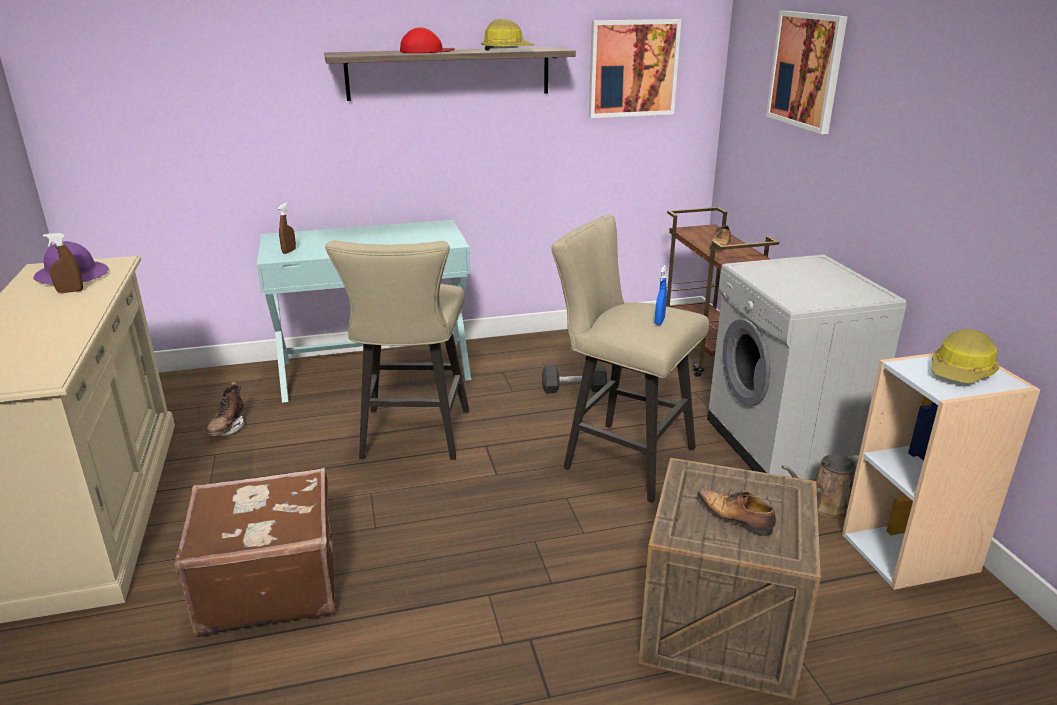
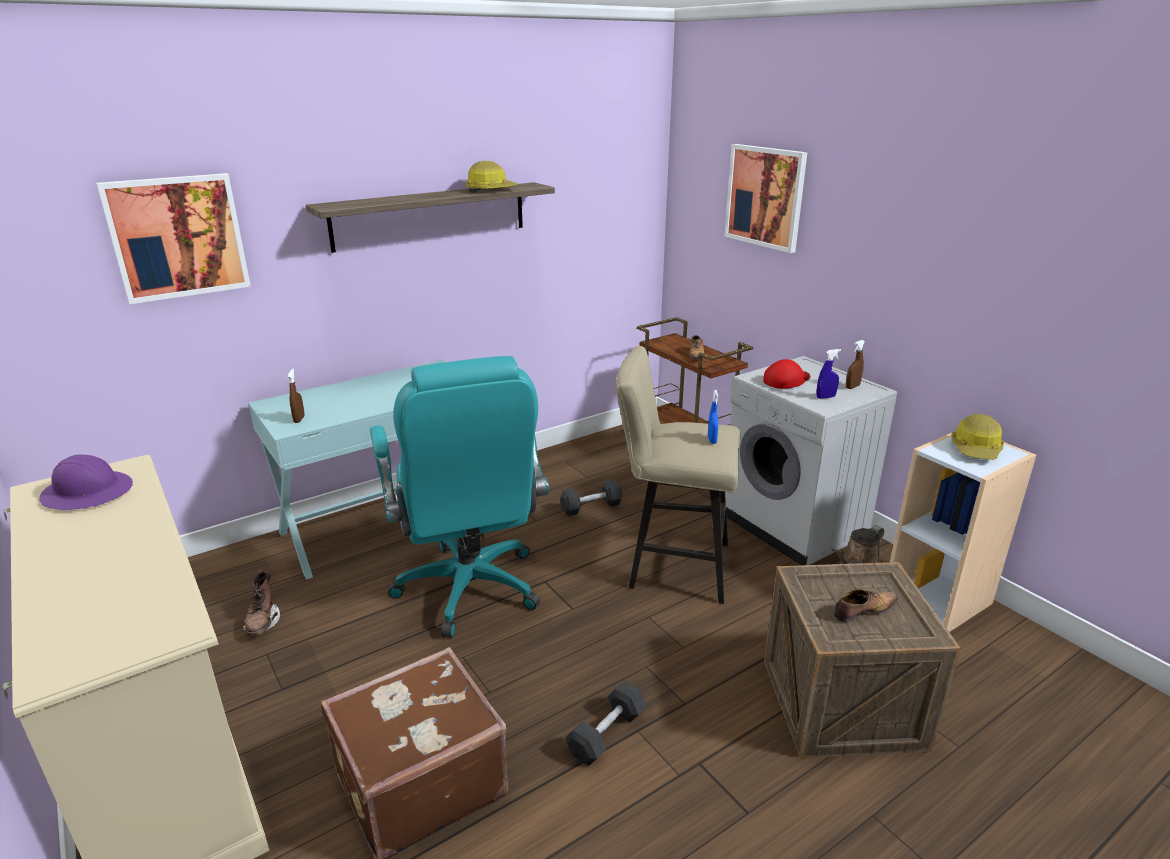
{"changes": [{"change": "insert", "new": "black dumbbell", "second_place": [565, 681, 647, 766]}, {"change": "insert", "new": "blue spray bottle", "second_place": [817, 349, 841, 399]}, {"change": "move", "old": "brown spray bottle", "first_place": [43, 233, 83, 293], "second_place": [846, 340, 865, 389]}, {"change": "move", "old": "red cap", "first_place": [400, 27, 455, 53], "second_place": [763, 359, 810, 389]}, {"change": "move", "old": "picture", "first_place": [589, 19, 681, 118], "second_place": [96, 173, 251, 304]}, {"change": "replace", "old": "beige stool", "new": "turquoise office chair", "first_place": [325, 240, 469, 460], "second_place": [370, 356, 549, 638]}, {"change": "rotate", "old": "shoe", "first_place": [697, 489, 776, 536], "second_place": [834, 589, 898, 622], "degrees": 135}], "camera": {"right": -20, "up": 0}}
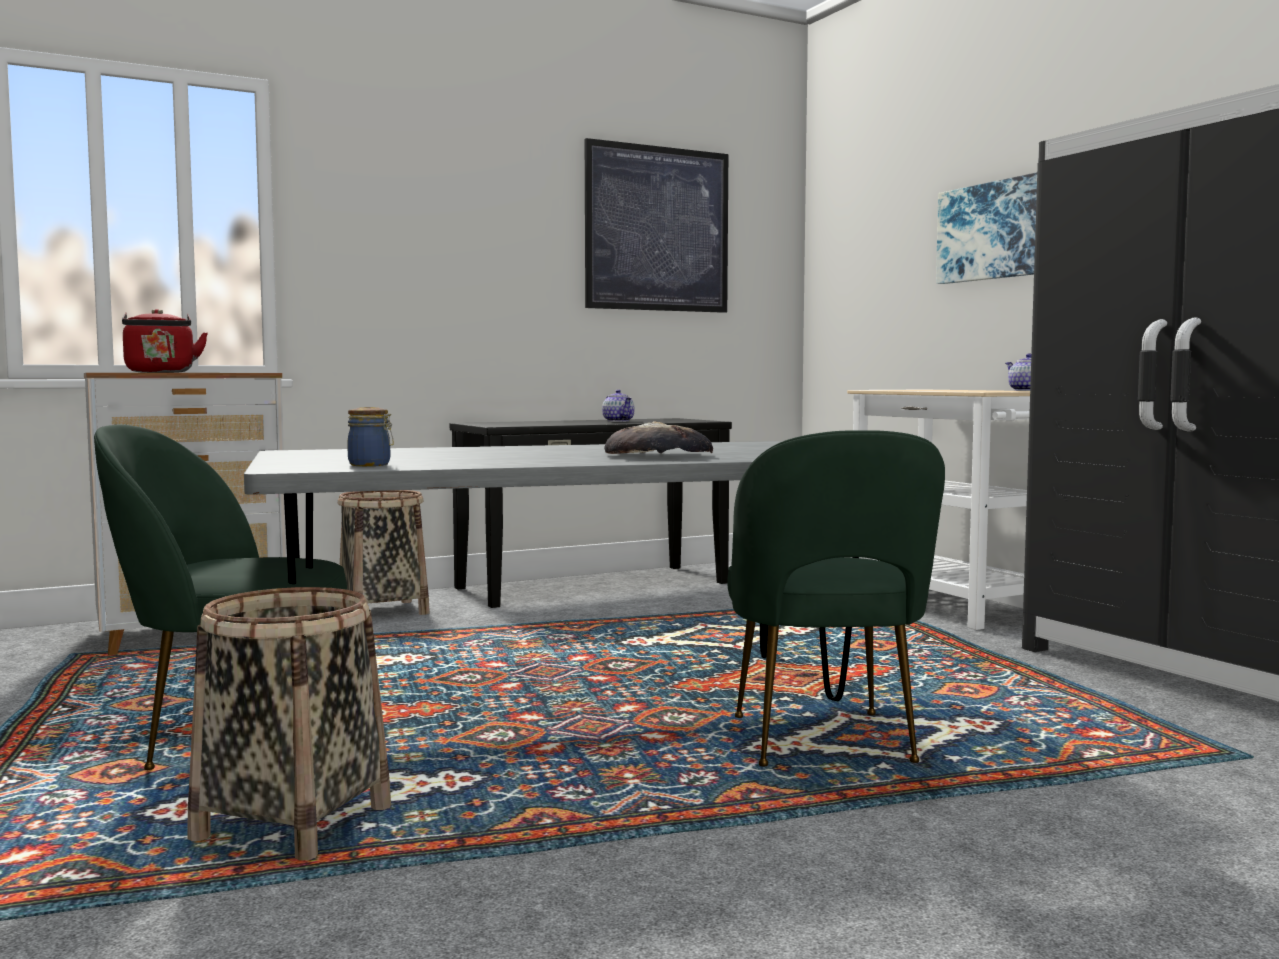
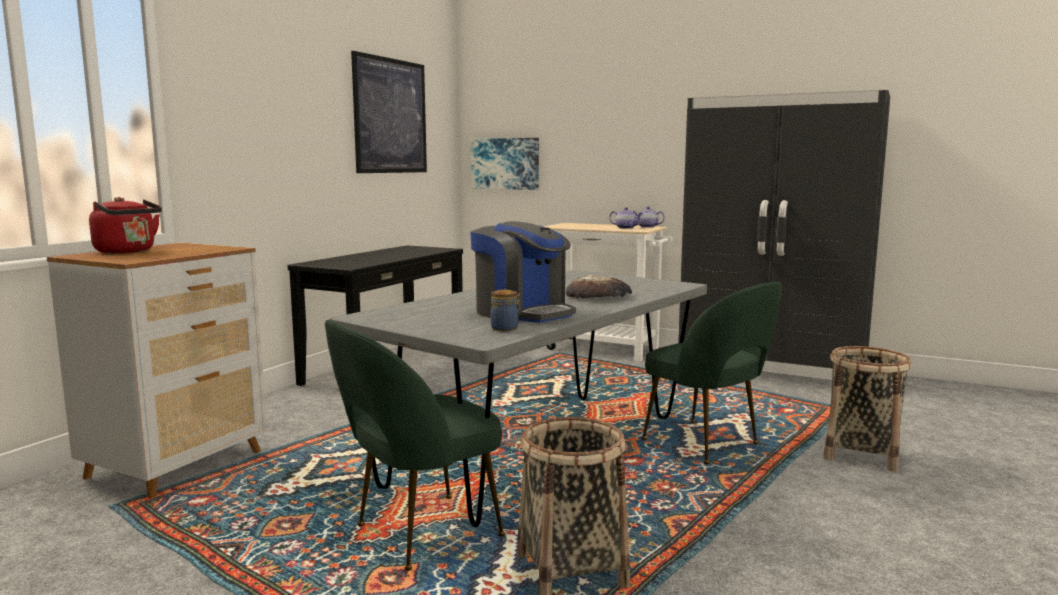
{"changes": [{"change": "insert", "new": "coffee machine", "second_place": [470, 221, 576, 322]}, {"change": "move", "old": "basket", "first_place": [338, 490, 430, 615], "second_place": [823, 346, 911, 471]}, {"change": "move", "old": "teapot", "first_place": [602, 390, 635, 422], "second_place": [609, 207, 643, 229]}, {"change": "move", "old": "picture", "first_place": [936, 172, 1037, 284], "second_place": [471, 138, 539, 190]}], "camera": {"right": -35, "up": 5}}
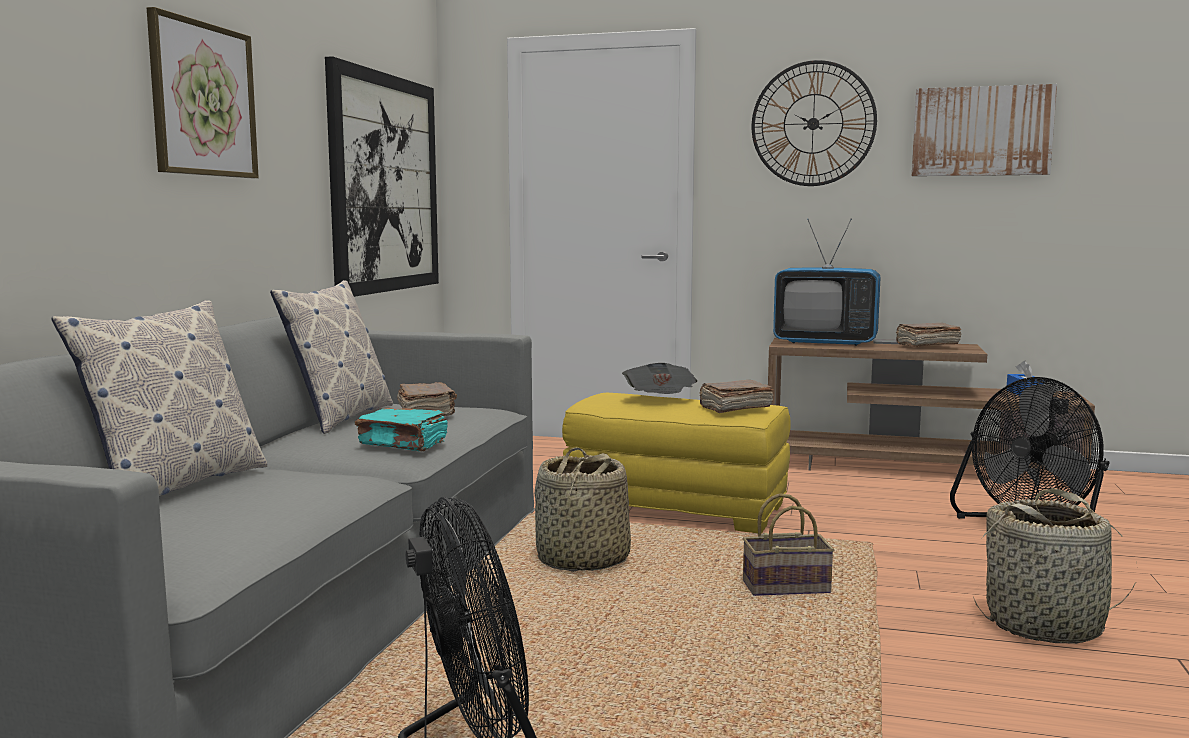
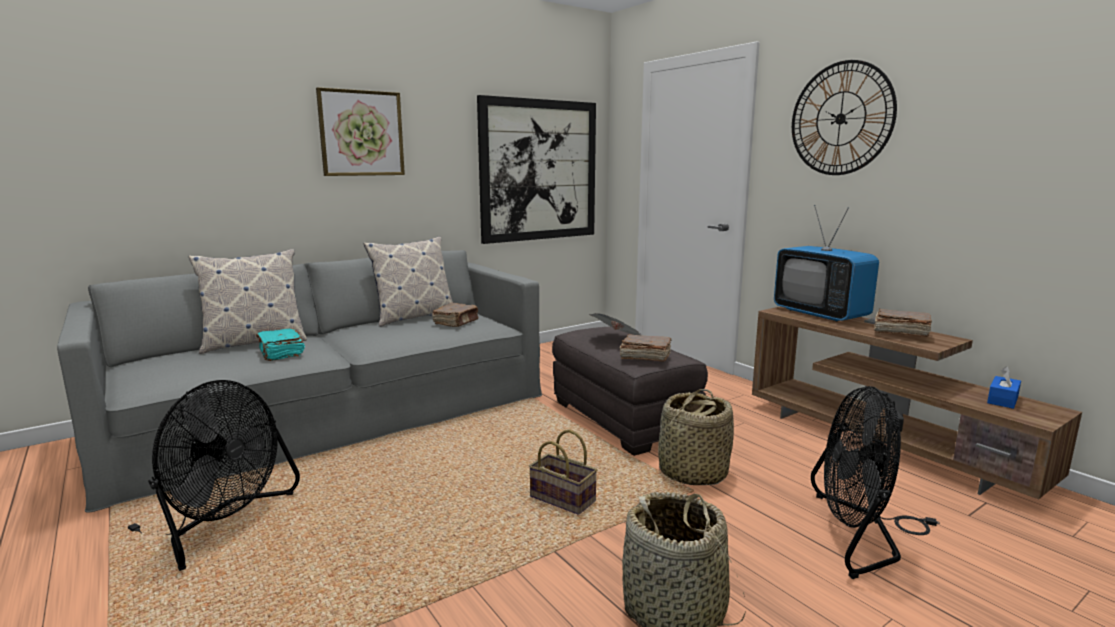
{"changes": [{"change": "delete", "old": "picture", "first_place": [912, 84, 1057, 176]}, {"change": "move", "old": "turquoise book", "first_place": [355, 408, 448, 451], "second_place": [256, 328, 305, 361]}, {"change": "move", "old": "basket", "first_place": [534, 448, 631, 572], "second_place": [658, 389, 734, 485]}, {"change": "recolor", "old": "yellow ottoman", "new": "grey ottoman", "first_place": [562, 393, 791, 533], "second_place": [552, 327, 708, 456]}], "camera": {"right": 40, "up": 5}}
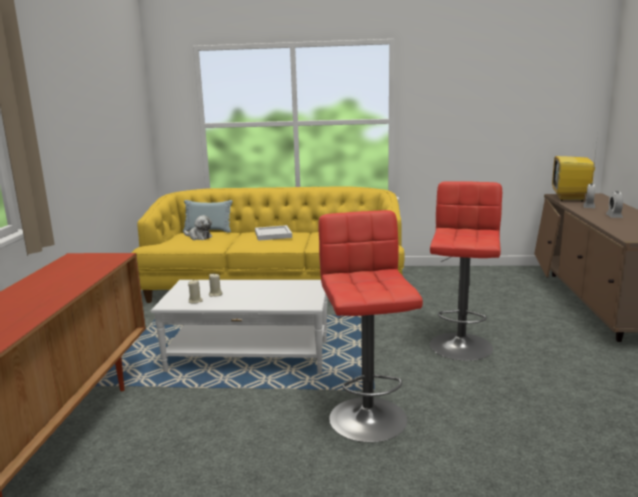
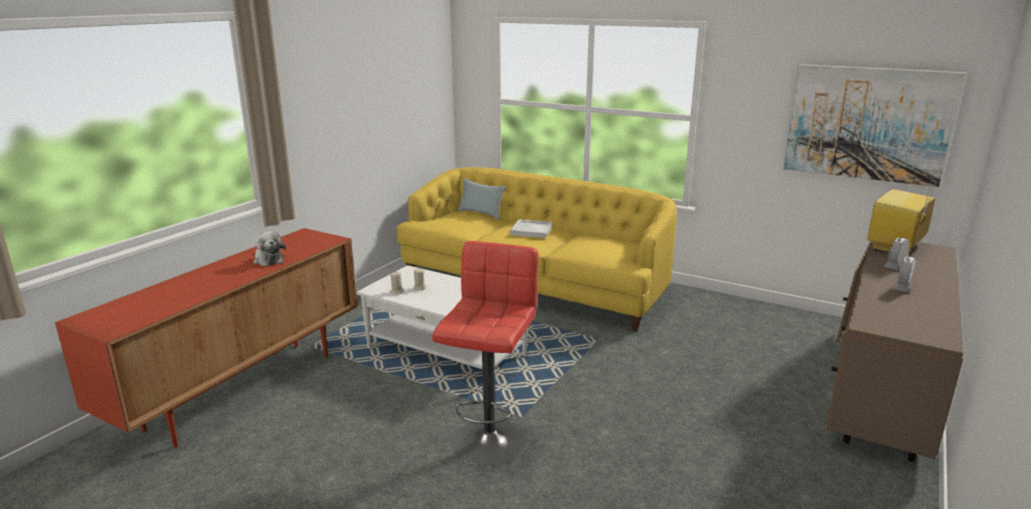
{"changes": [{"change": "delete", "old": "red stool", "first_place": [430, 181, 502, 361]}, {"change": "insert", "new": "picture", "second_place": [783, 64, 965, 187]}, {"change": "move", "old": "plush toy", "first_place": [184, 215, 212, 240], "second_place": [254, 231, 286, 266]}], "camera": {"right": 25, "up": 5}}
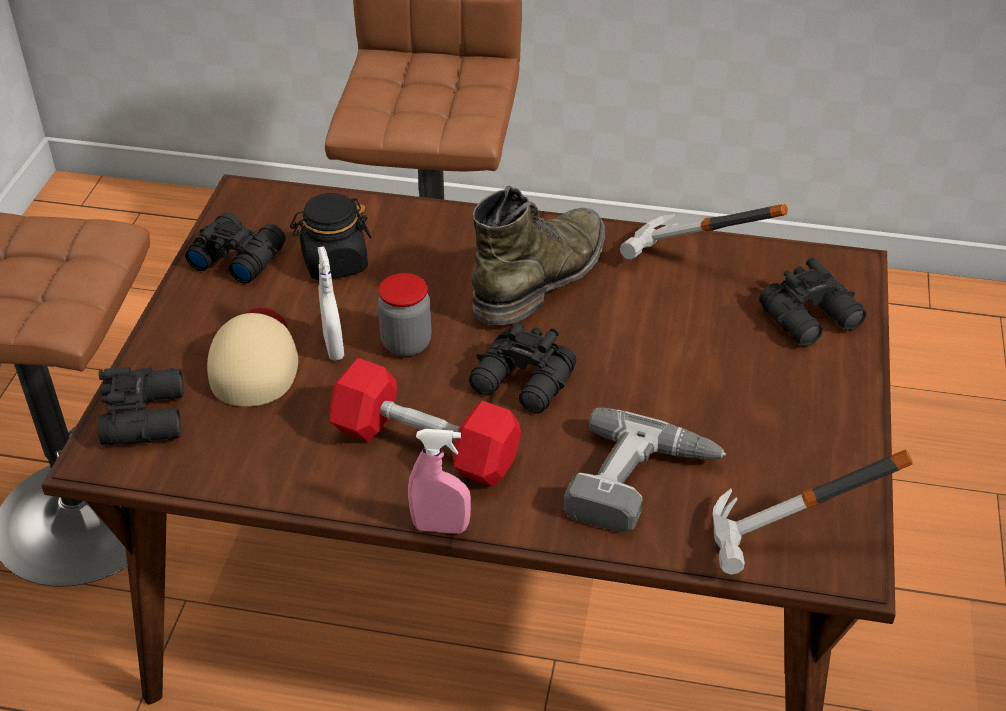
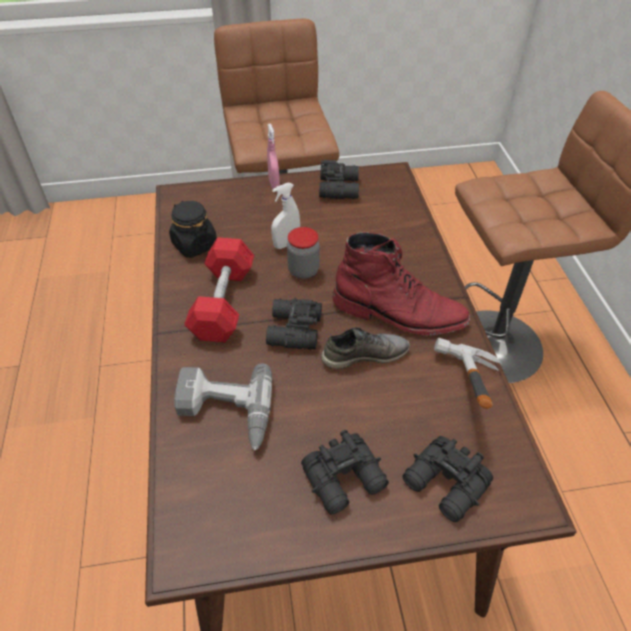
{"changes": [{"change": "delete", "old": "beige cap", "first_place": [207, 308, 298, 407]}, {"change": "delete", "old": "hammer", "first_place": [713, 450, 913, 575]}, {"change": "insert", "new": "grey shoe", "second_place": [321, 328, 410, 369]}, {"change": "move", "old": "black binoculars", "first_place": [97, 367, 184, 445], "second_place": [301, 430, 389, 515]}, {"change": "move", "old": "black jar", "first_place": [290, 193, 372, 280], "second_place": [169, 201, 217, 258]}, {"change": "move", "old": "pink spray bottle", "first_place": [408, 429, 471, 534], "second_place": [267, 123, 280, 189]}, {"change": "recolor", "old": "green boot", "new": "red boot", "first_place": [472, 186, 605, 325], "second_place": [332, 232, 470, 335]}], "camera": {"right": 70, "up": 5}}
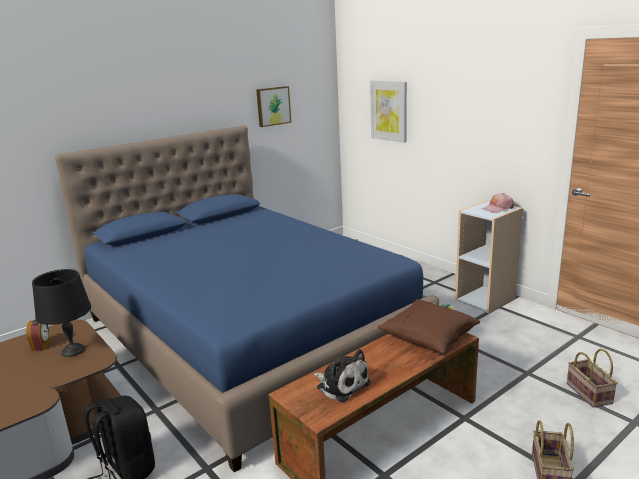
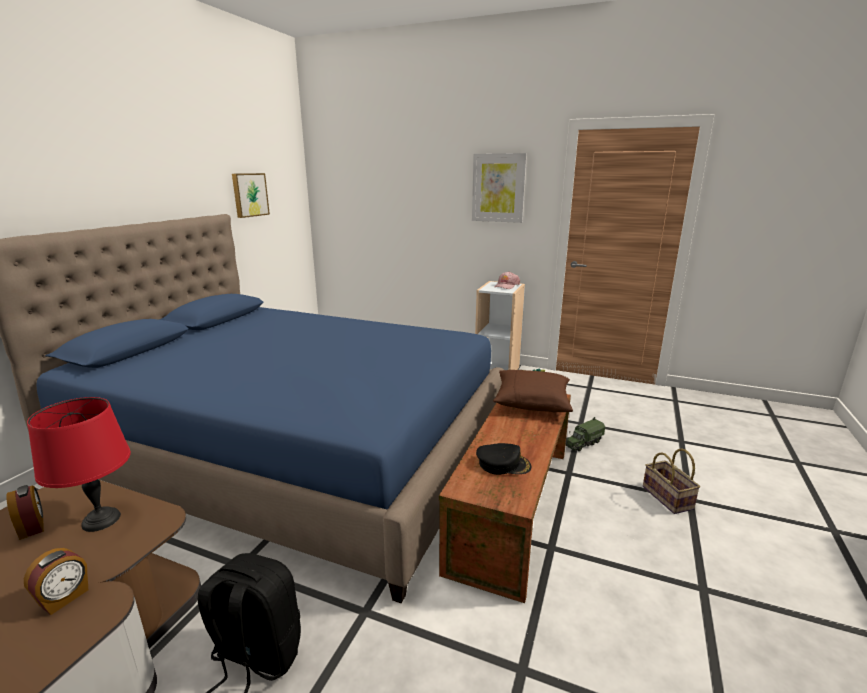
{"changes": [{"change": "delete", "old": "basket", "first_place": [567, 349, 617, 408]}, {"change": "insert", "new": "alarm clock", "second_place": [24, 548, 88, 615]}, {"change": "insert", "new": "toy truck", "second_place": [565, 417, 605, 451]}, {"change": "move", "old": "picture", "first_place": [370, 81, 407, 143], "second_place": [472, 153, 527, 223]}, {"change": "replace", "old": "plush toy", "new": "black cap", "first_place": [313, 349, 371, 402], "second_place": [476, 443, 532, 475]}, {"change": "recolor", "old": "black table lamp", "new": "red table lamp", "first_place": [32, 269, 91, 357], "second_place": [27, 397, 131, 532]}], "camera": {"right": -30, "up": 0}}
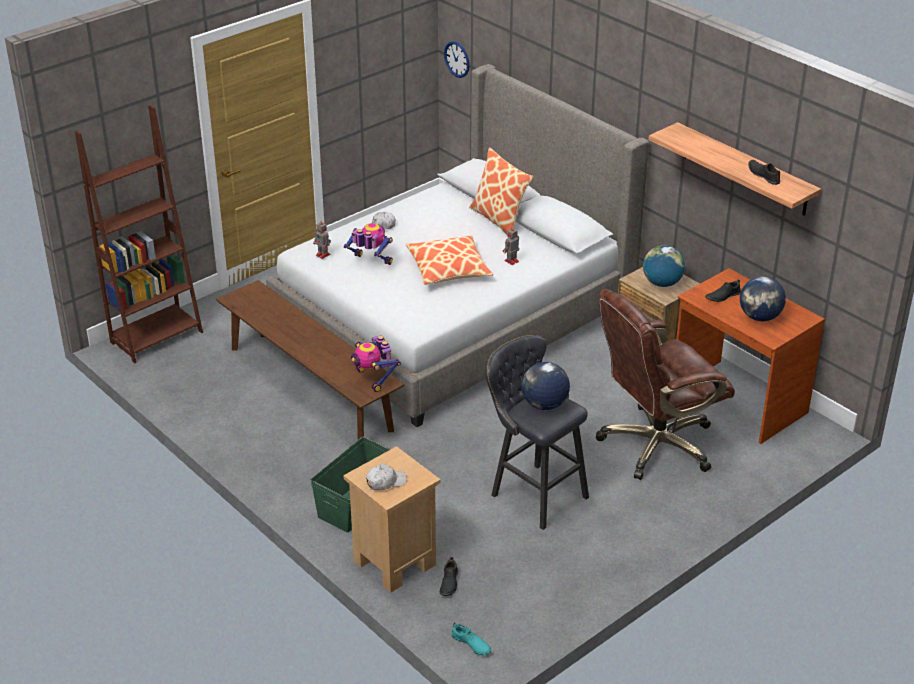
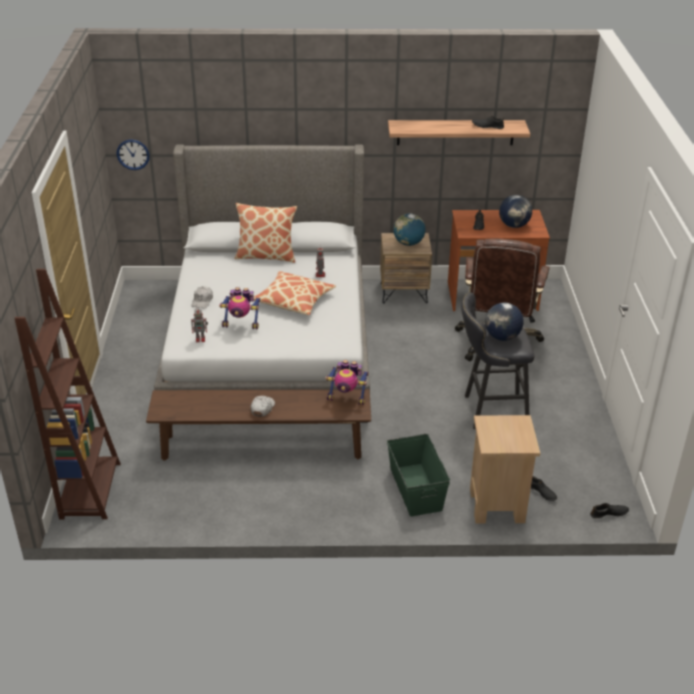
{"changes": [{"change": "move", "old": "white cap", "first_place": [366, 464, 407, 490], "second_place": [251, 396, 275, 417]}, {"change": "recolor", "old": "turquoise shoe", "new": "black shoe", "first_place": [451, 623, 491, 655], "second_place": [590, 503, 629, 518]}, {"change": "rotate", "old": "toy robot", "first_place": [344, 223, 393, 265], "second_place": [219, 287, 261, 329], "degrees": -150}], "camera": {"right": -50, "up": 0}}
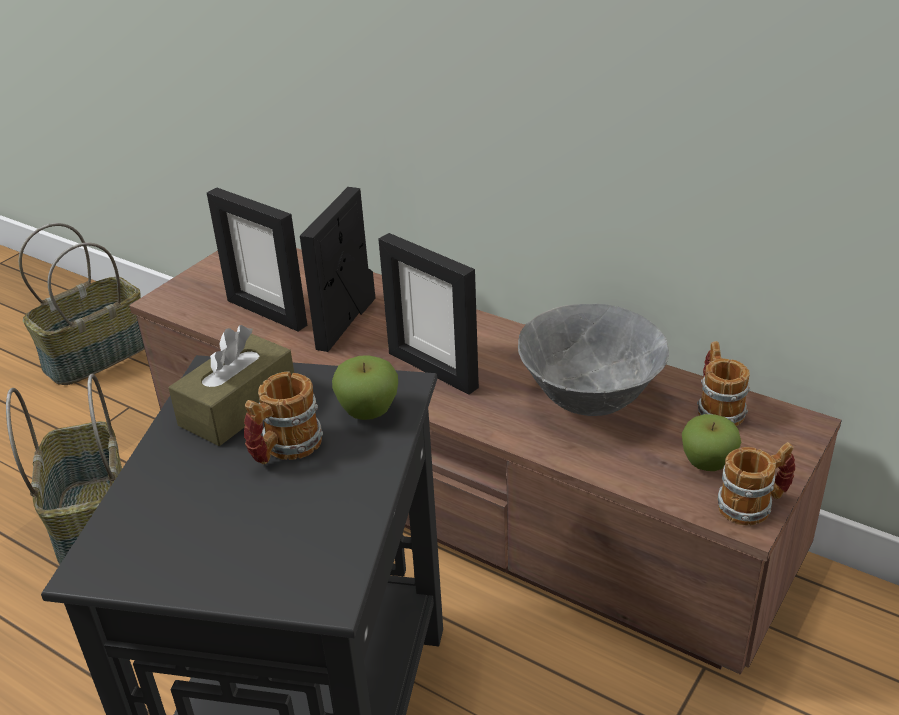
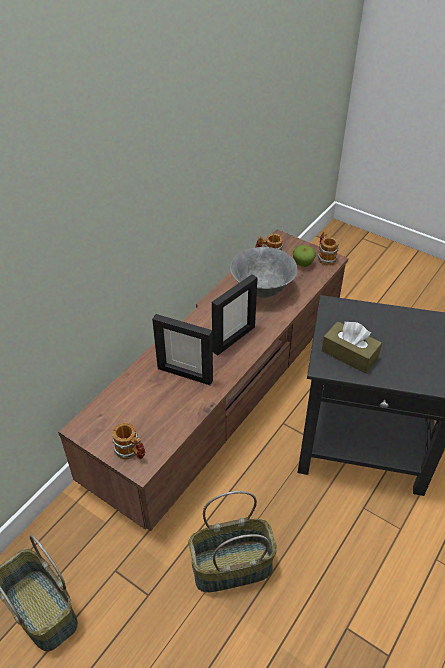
{"changes": [{"change": "delete", "old": "picture frame", "first_place": [207, 187, 307, 332]}, {"change": "delete", "old": "apple", "first_place": [332, 355, 398, 420]}, {"change": "move", "old": "mug", "first_place": [244, 372, 323, 465], "second_place": [112, 423, 145, 460]}], "camera": {"right": -90, "up": 10}}
